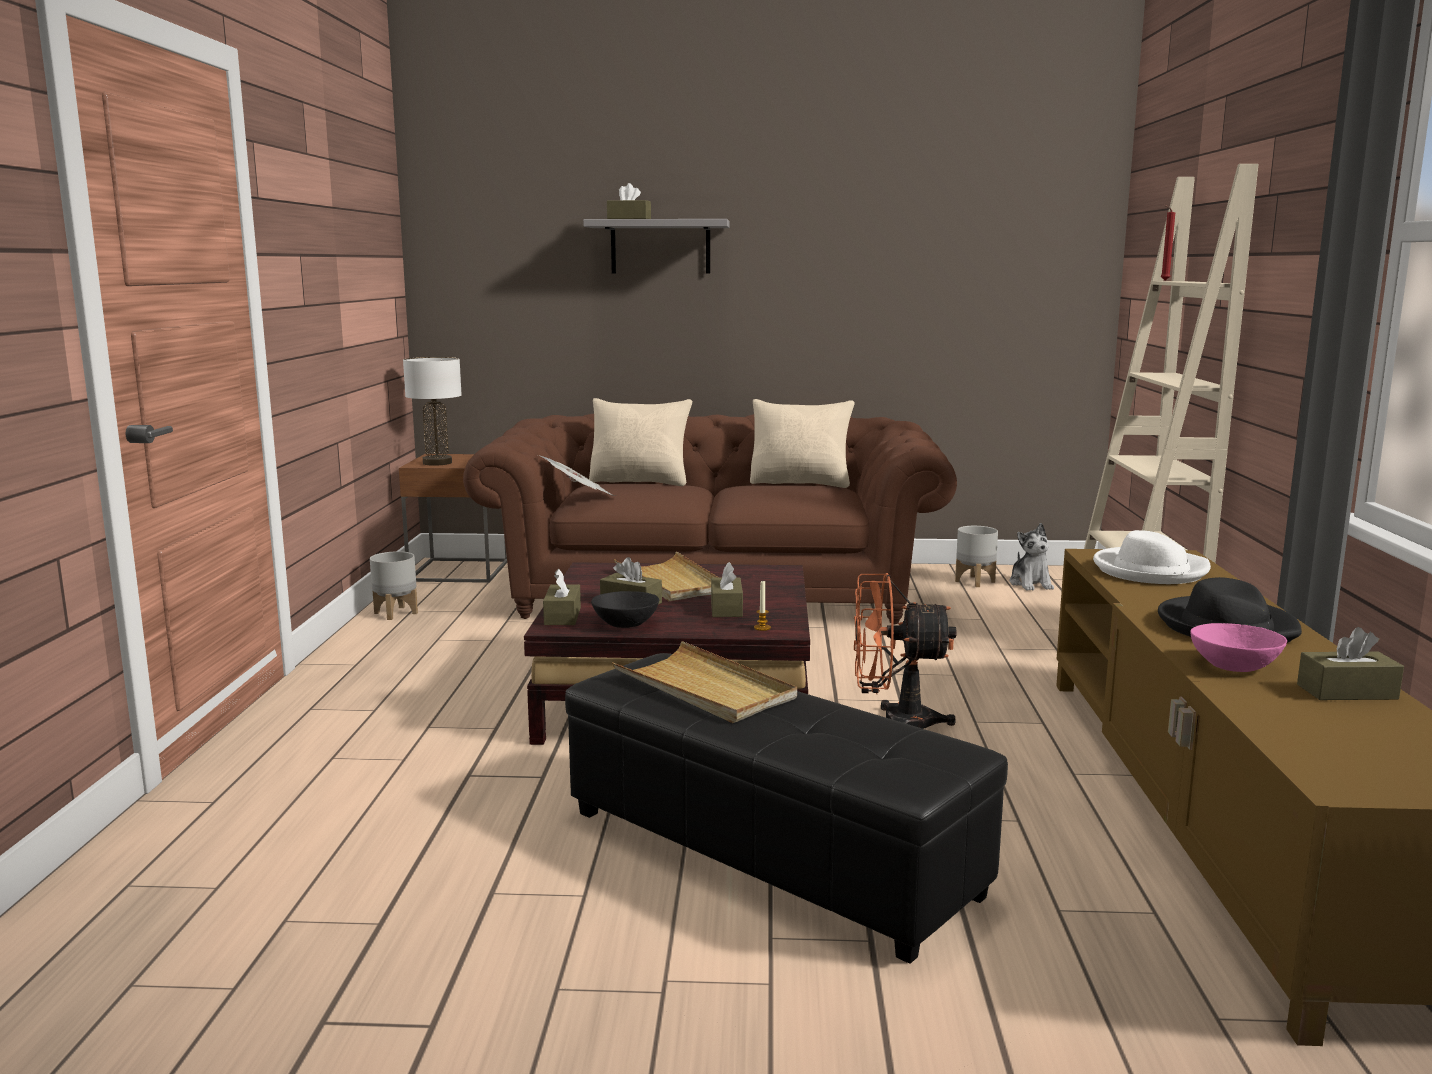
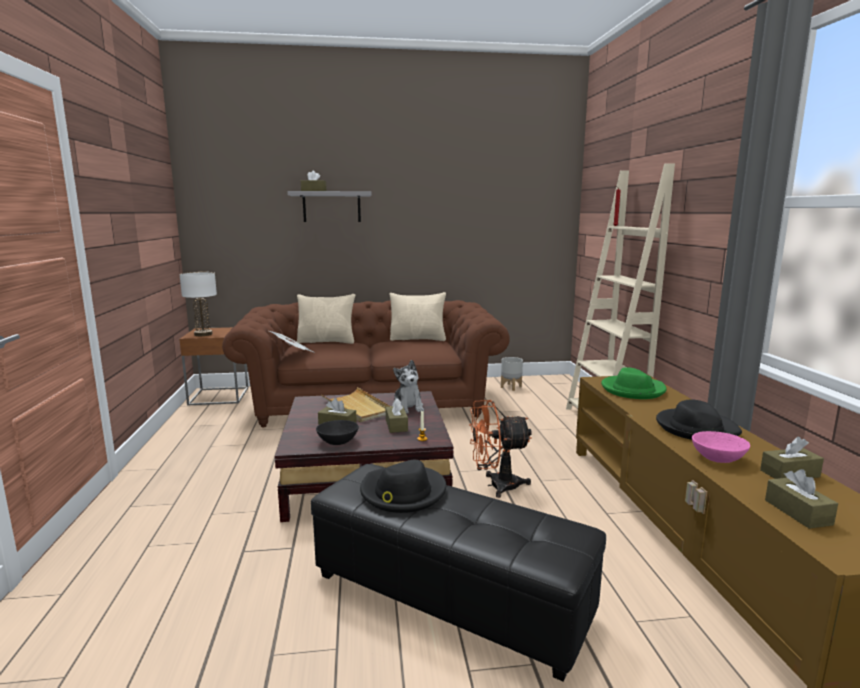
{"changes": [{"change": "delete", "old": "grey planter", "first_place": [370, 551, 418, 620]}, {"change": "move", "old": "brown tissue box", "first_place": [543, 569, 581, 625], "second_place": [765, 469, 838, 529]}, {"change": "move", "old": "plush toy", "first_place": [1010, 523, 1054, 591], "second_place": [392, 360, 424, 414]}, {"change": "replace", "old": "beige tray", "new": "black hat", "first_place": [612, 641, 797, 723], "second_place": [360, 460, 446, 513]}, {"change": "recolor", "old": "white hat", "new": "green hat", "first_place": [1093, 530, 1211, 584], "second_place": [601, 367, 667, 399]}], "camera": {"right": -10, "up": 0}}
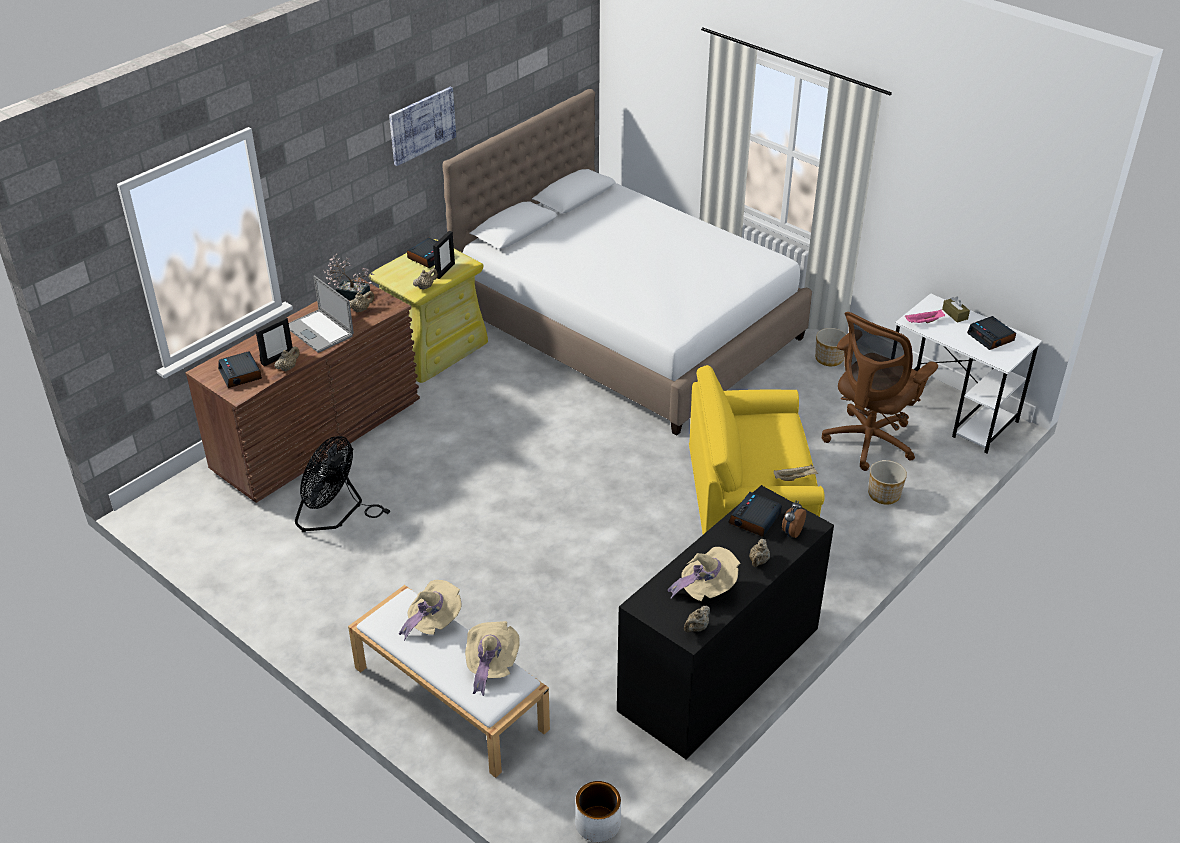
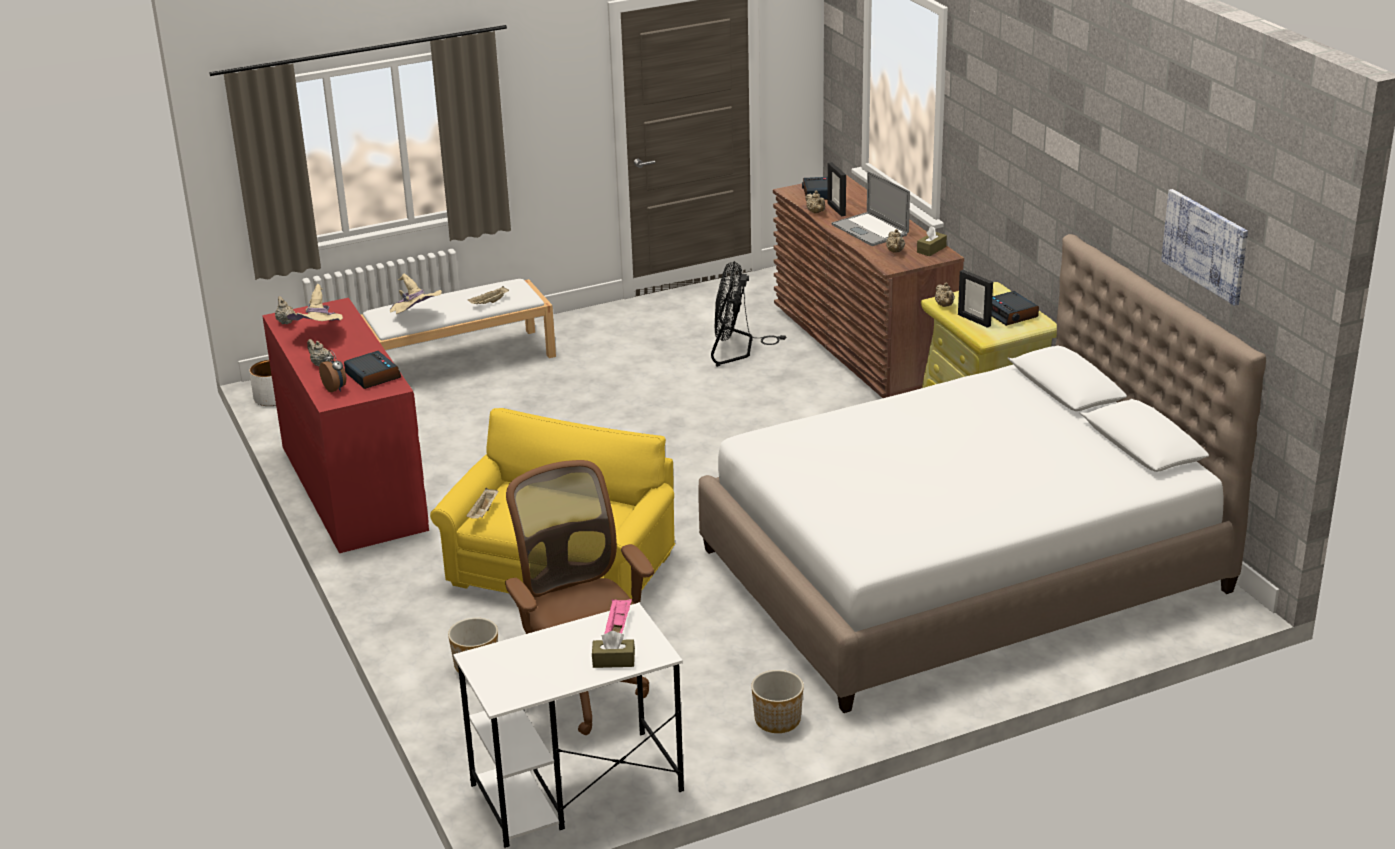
{"changes": [{"change": "delete", "old": "alarm clock", "first_place": [967, 316, 1016, 350]}, {"change": "move", "old": "picture", "first_place": [389, 87, 456, 166], "second_place": [1161, 189, 1248, 306]}, {"change": "replace", "old": "potted plant", "new": "brown tissue box", "first_place": [323, 253, 374, 300], "second_place": [917, 226, 947, 256]}, {"change": "replace", "old": "beige hat", "new": "beige tray", "first_place": [399, 580, 462, 641], "second_place": [468, 286, 509, 304]}, {"change": "recolor", "old": "black dresser", "new": "red dresser", "first_place": [617, 485, 834, 760], "second_place": [262, 298, 429, 553]}, {"change": "rotate", "old": "laptop", "first_place": [289, 275, 354, 353], "second_place": [832, 171, 910, 246], "degrees": -105}, {"change": "rotate", "old": "black fan", "first_place": [295, 436, 390, 532], "second_place": [711, 261, 787, 367], "degrees": -135}], "camera": {"right": 115, "up": -10}}
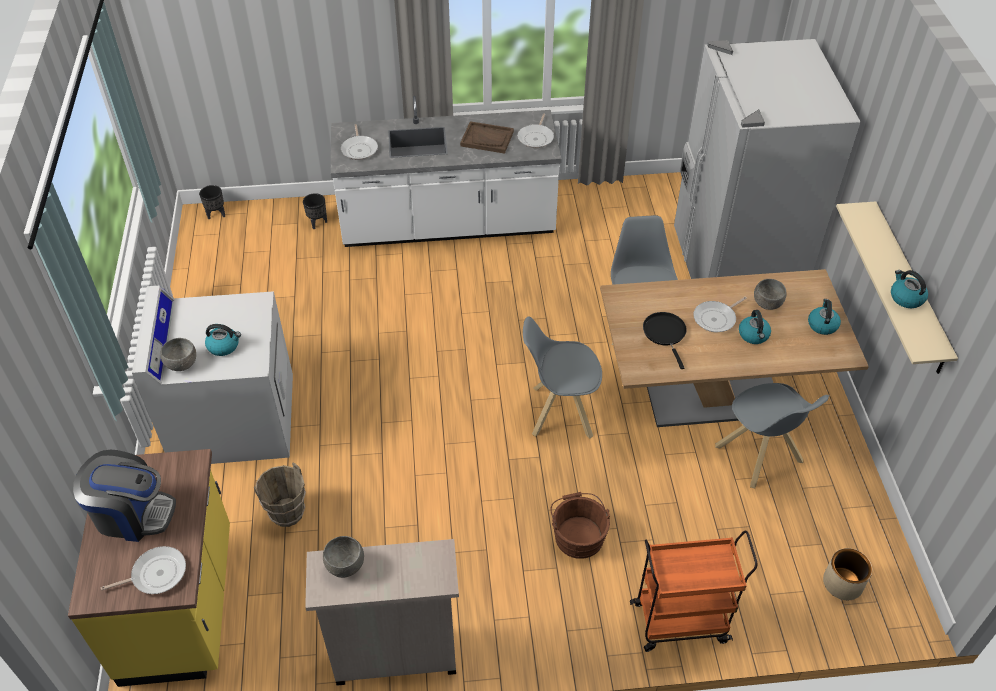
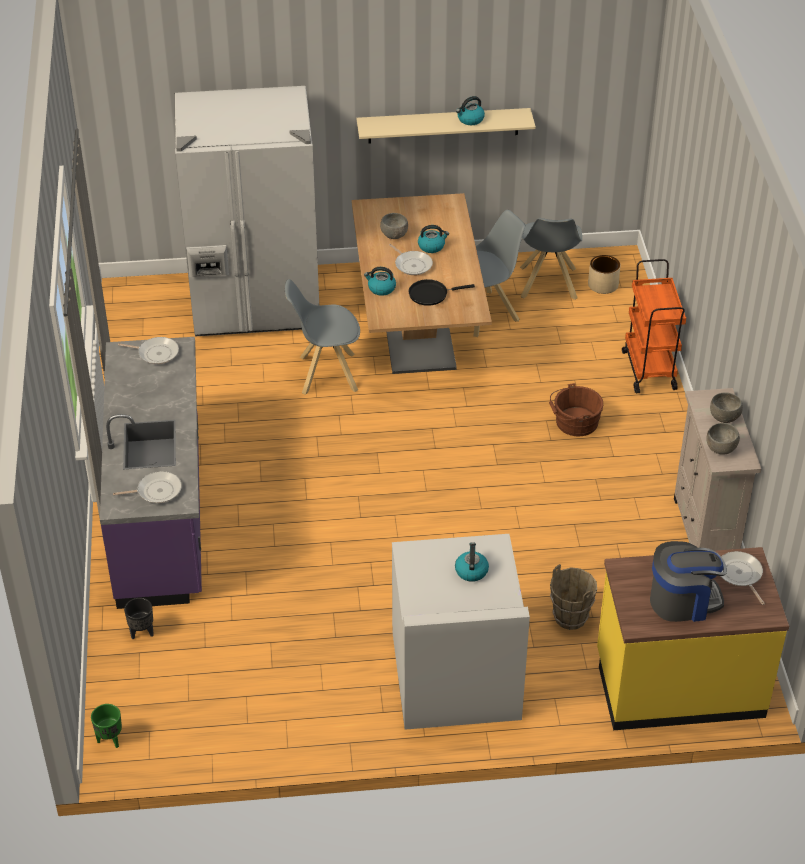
{"changes": [{"change": "delete", "old": "brown tray", "first_place": [460, 121, 514, 154]}, {"change": "move", "old": "grey bowl", "first_place": [160, 338, 196, 371], "second_place": [710, 392, 743, 423]}, {"change": "move", "old": "grey chair", "first_place": [523, 316, 602, 439], "second_place": [520, 218, 582, 300]}, {"change": "move", "old": "kettle", "first_place": [808, 299, 841, 335], "second_place": [364, 267, 396, 296]}, {"change": "recolor", "old": "black planter", "new": "green planter", "first_place": [199, 185, 225, 219], "second_place": [91, 704, 122, 748]}, {"change": "recolor", "old": "white counter", "new": "purple counter", "first_place": [331, 96, 562, 247], "second_place": [100, 337, 202, 609]}, {"change": "rotate", "old": "coffee machine", "first_place": [73, 450, 176, 542], "second_place": [650, 541, 727, 622], "degrees": 75}], "camera": {"right": -90, "up": -5}}
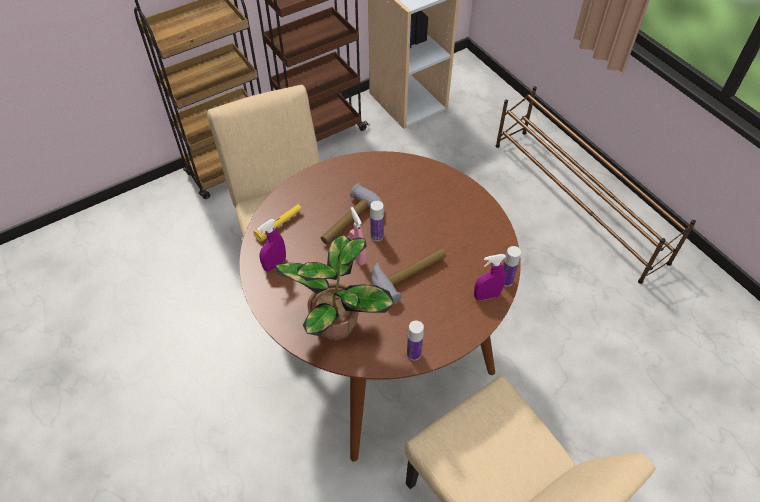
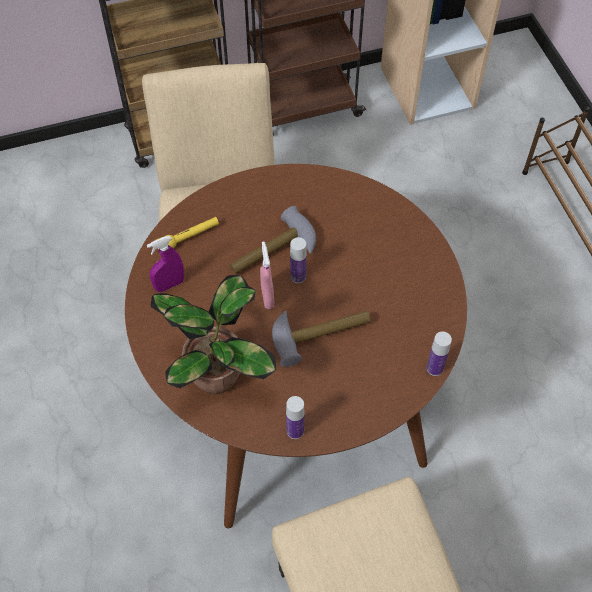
{"changes": [{"change": "delete", "old": "purple spray bottle", "first_place": [474, 254, 506, 300]}], "camera": {"right": 15, "up": 5}}
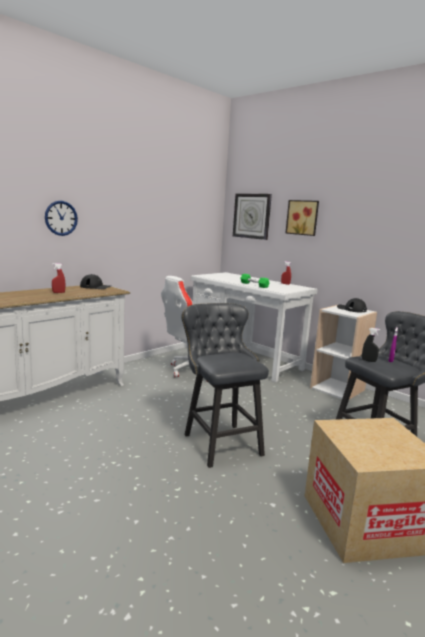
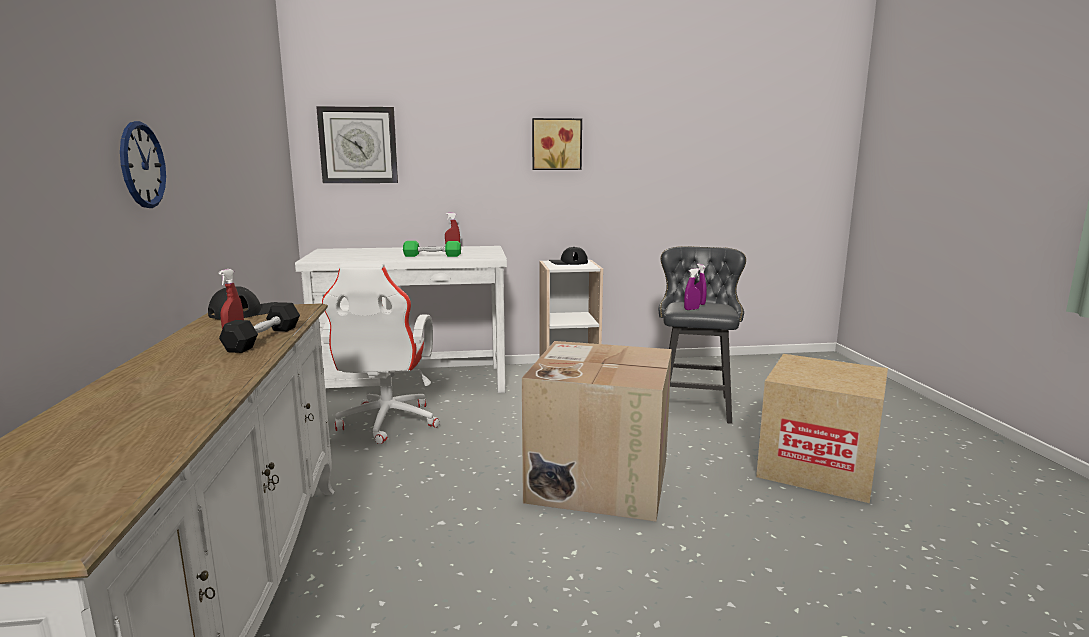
{"changes": [{"change": "insert", "new": "black dumbbell", "second_place": [219, 302, 300, 353]}, {"change": "move", "old": "picture", "first_place": [286, 200, 319, 236], "second_place": [532, 118, 582, 170]}, {"change": "replace", "old": "grey stool", "new": "cardboard box", "first_place": [181, 303, 269, 468], "second_place": [522, 341, 672, 521]}, {"change": "recolor", "old": "black spray bottle", "new": "purple spray bottle", "first_place": [362, 328, 380, 362], "second_place": [684, 268, 701, 310]}], "camera": {"right": -50, "up": 0}}
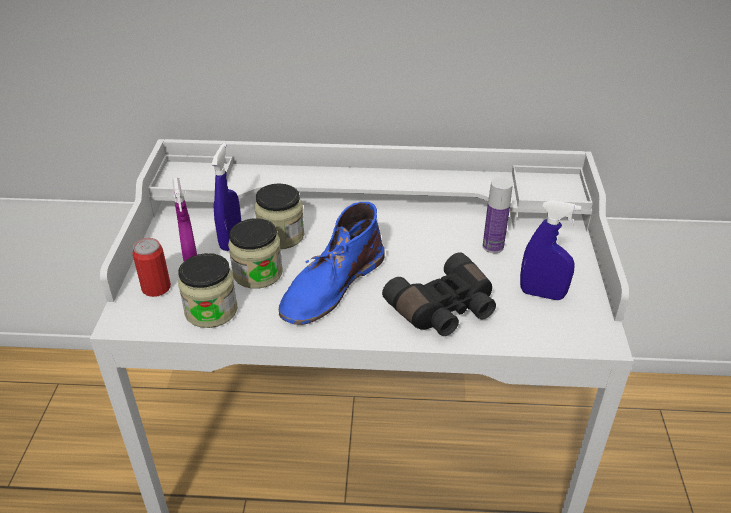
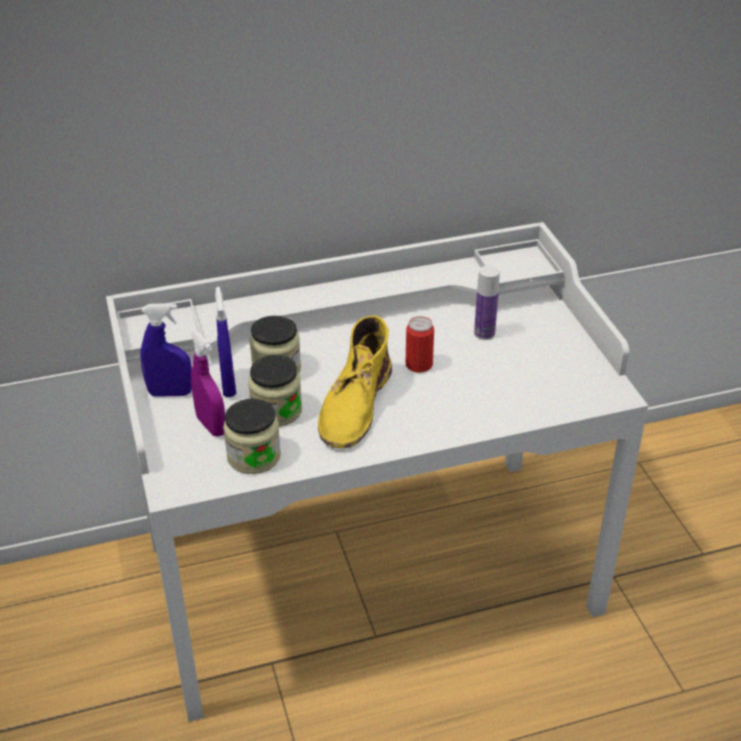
{"changes": [{"change": "delete", "old": "black binoculars", "first_place": [382, 252, 496, 336]}, {"change": "move", "old": "can", "first_place": [133, 238, 171, 297], "second_place": [406, 316, 434, 373]}, {"change": "move", "old": "blue spray bottle", "first_place": [520, 200, 581, 300], "second_place": [140, 303, 192, 397]}, {"change": "recolor", "old": "blue boot", "new": "yellow boot", "first_place": [279, 202, 385, 325], "second_place": [318, 315, 392, 448]}], "camera": {"right": -20, "up": 0}}
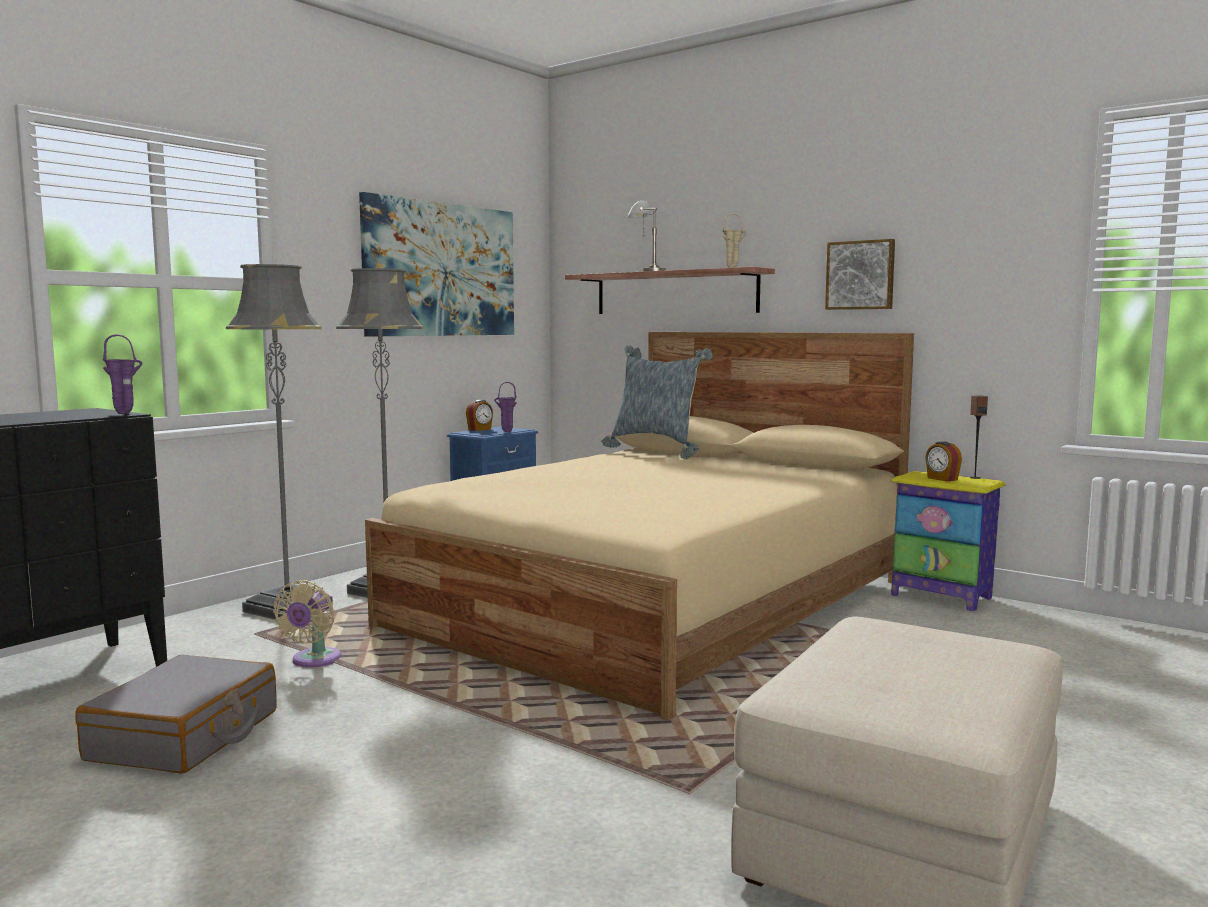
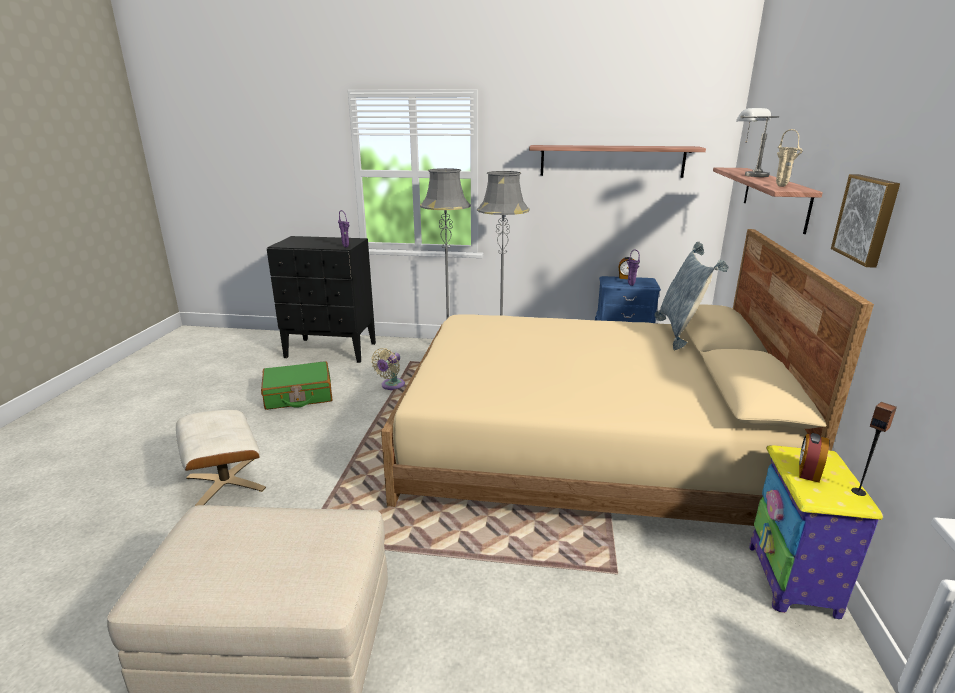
{"changes": [{"change": "insert", "new": "beige ottoman", "second_place": [176, 410, 266, 506]}, {"change": "replace", "old": "picture", "new": "shelf", "first_place": [359, 192, 514, 337], "second_place": [529, 145, 706, 178]}, {"change": "recolor", "old": "grey suitcase", "new": "green suitcase", "first_place": [76, 655, 277, 774], "second_place": [261, 361, 333, 410]}, {"change": "rotate", "old": "beige fan", "first_place": [273, 580, 341, 667], "second_place": [371, 348, 405, 390], "degrees": -45}], "camera": {"right": 60, "up": 15}}
